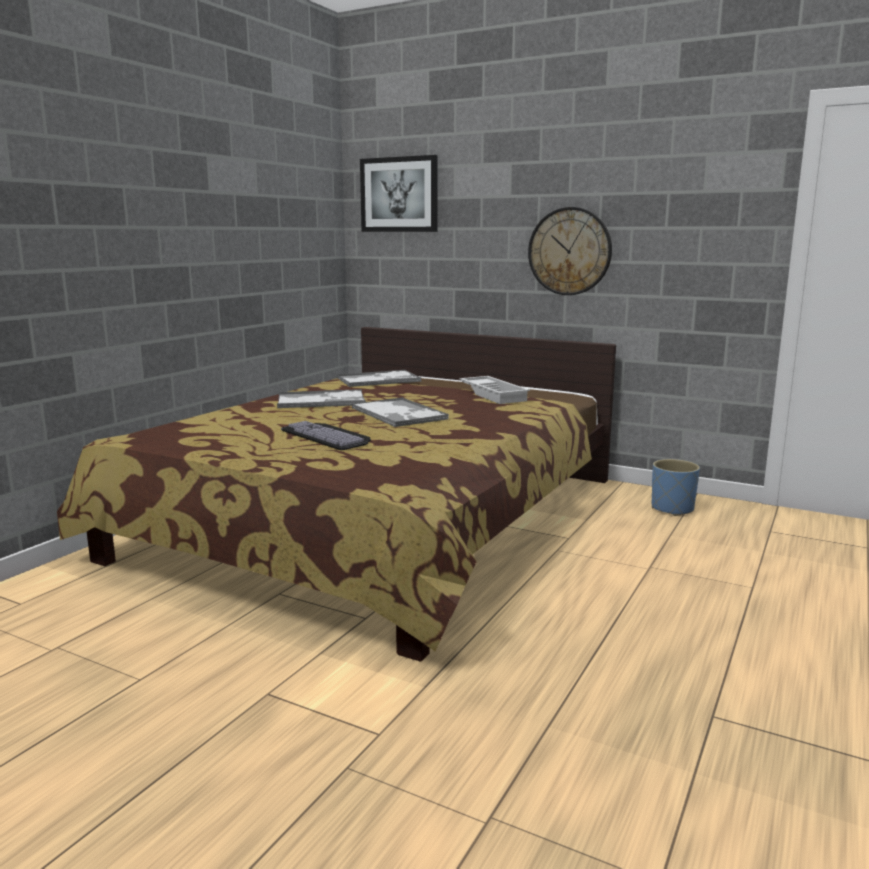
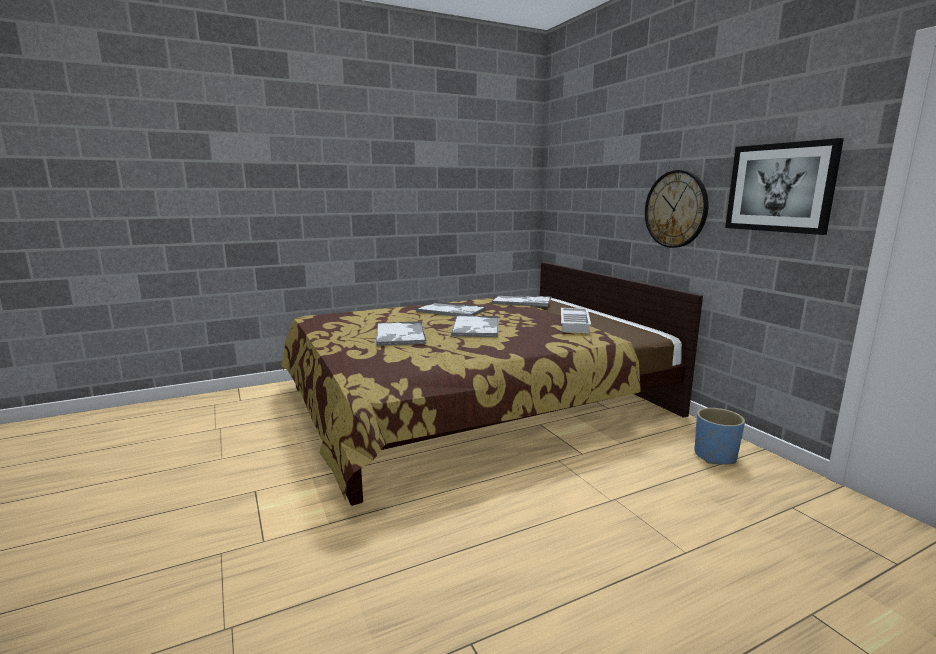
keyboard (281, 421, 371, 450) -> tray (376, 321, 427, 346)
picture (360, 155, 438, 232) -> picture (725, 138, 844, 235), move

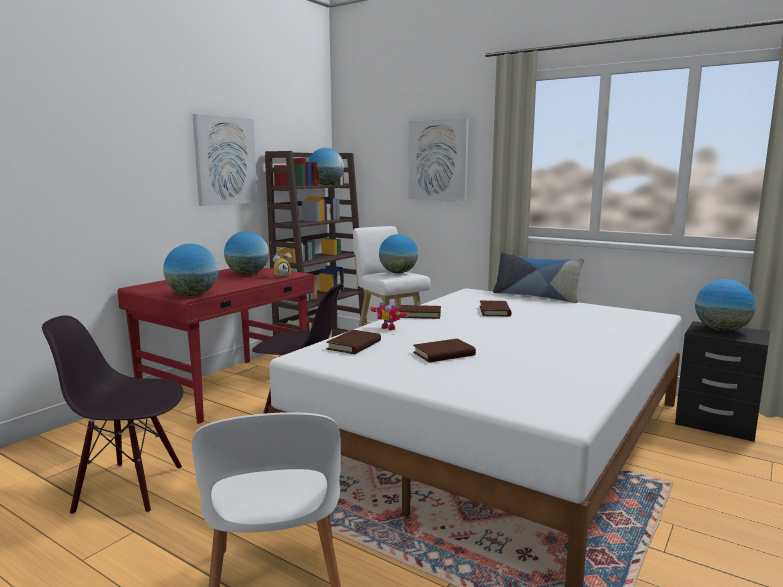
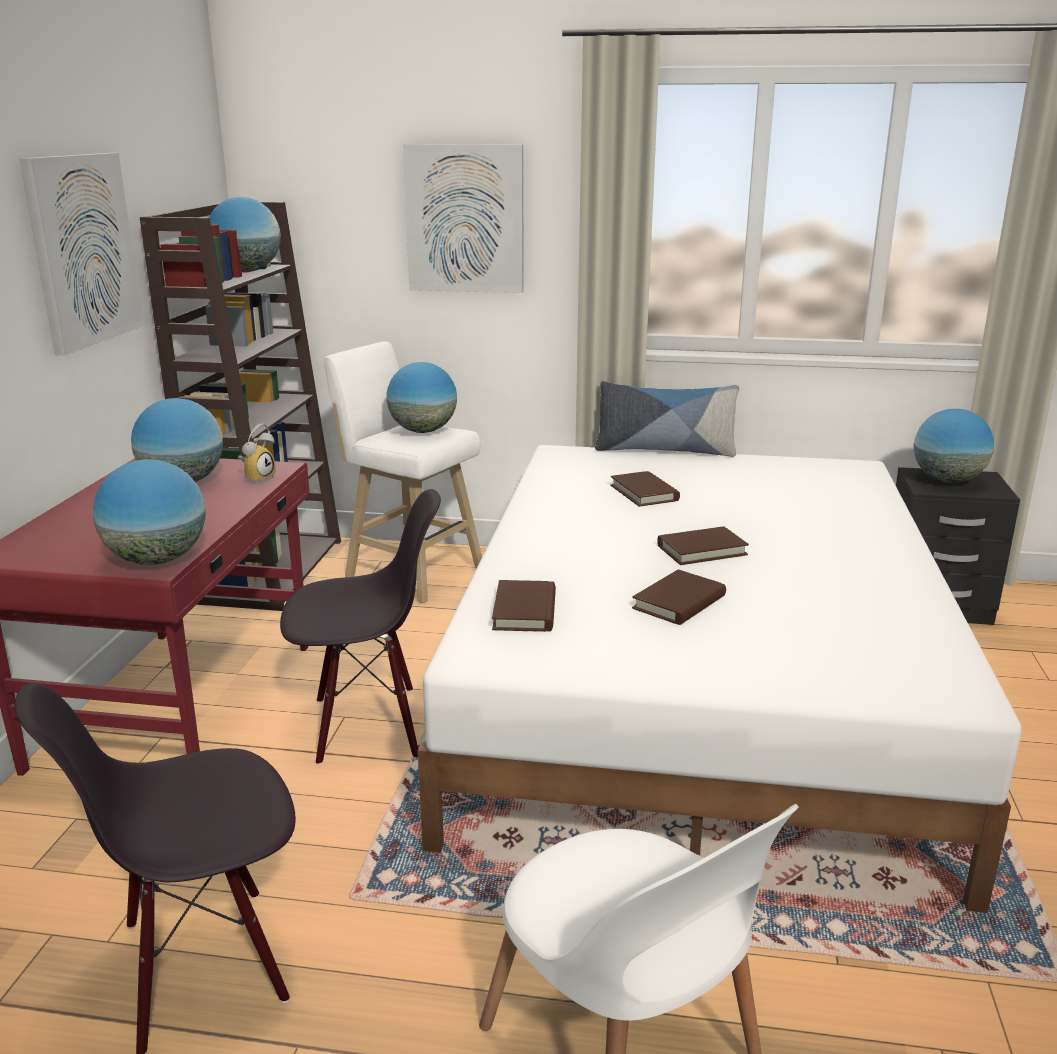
brown_book (400, 305, 441, 319) -> brown_book (657, 526, 749, 565), move
toy_robot (369, 301, 409, 330) -> none

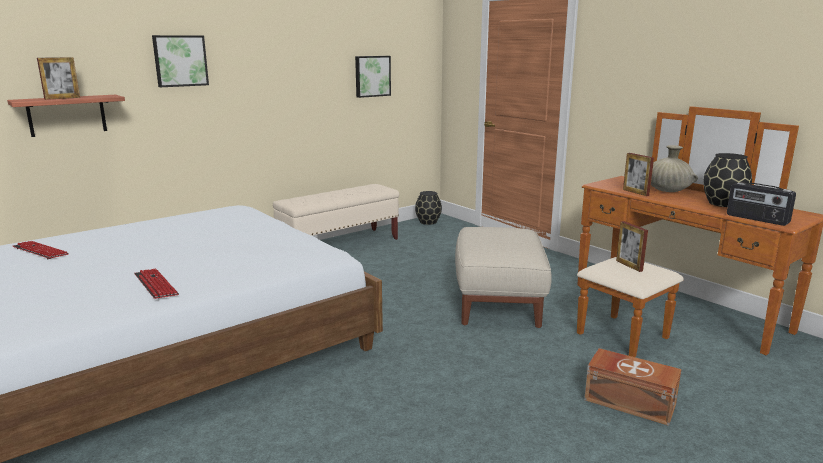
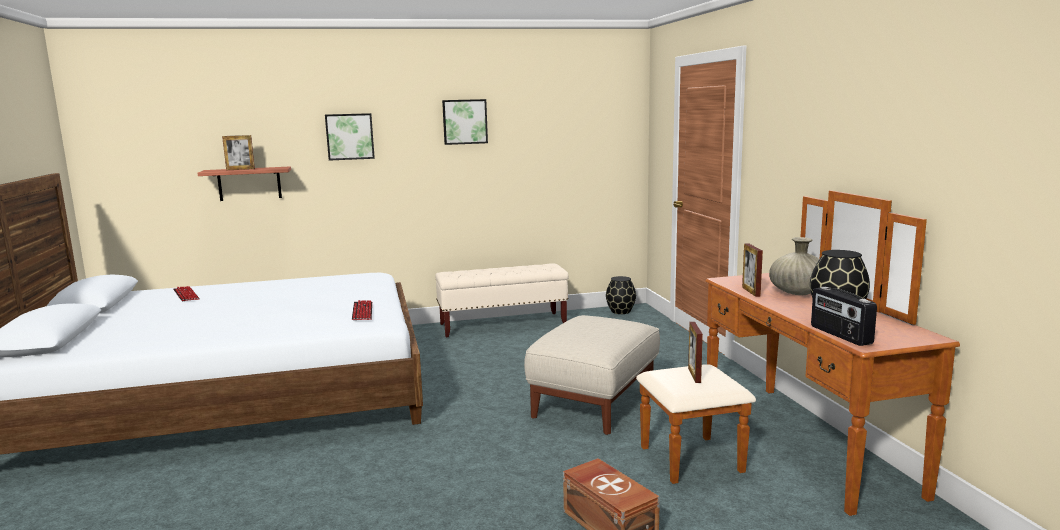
keyboard (134, 269, 179, 299) -> keyboard (352, 300, 372, 320), move
picture (355, 56, 391, 98) -> picture (442, 99, 488, 145), move

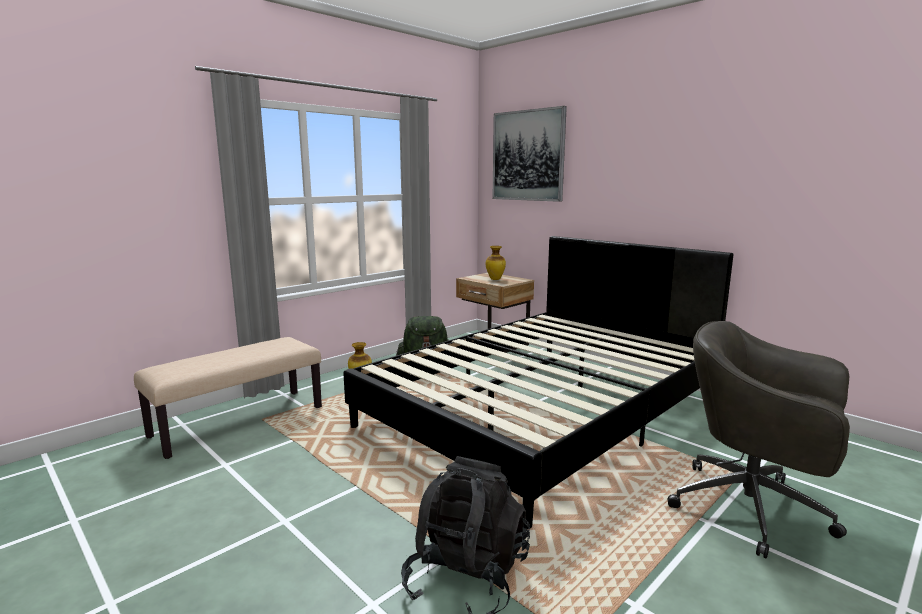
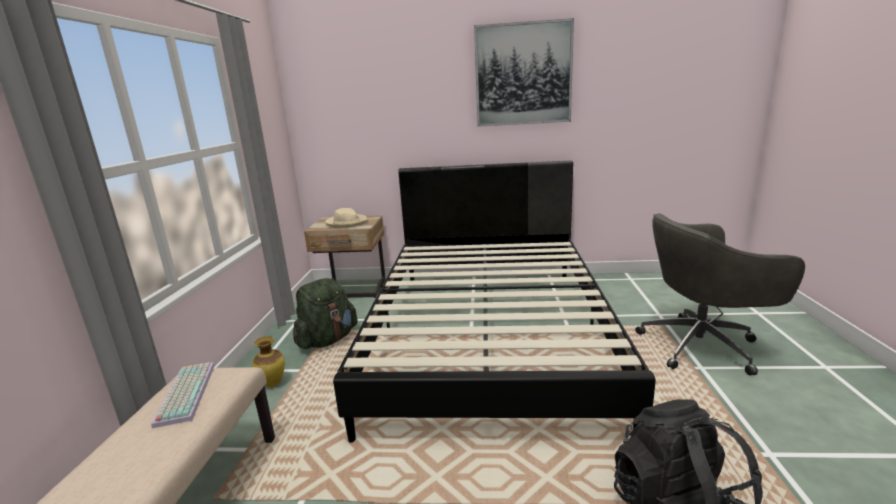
none -> keyboard (151, 362, 215, 428)
vase (486, 246, 506, 280) -> beige_hat (325, 208, 367, 228)
picture (492, 106, 567, 202) -> picture (474, 18, 574, 127), move

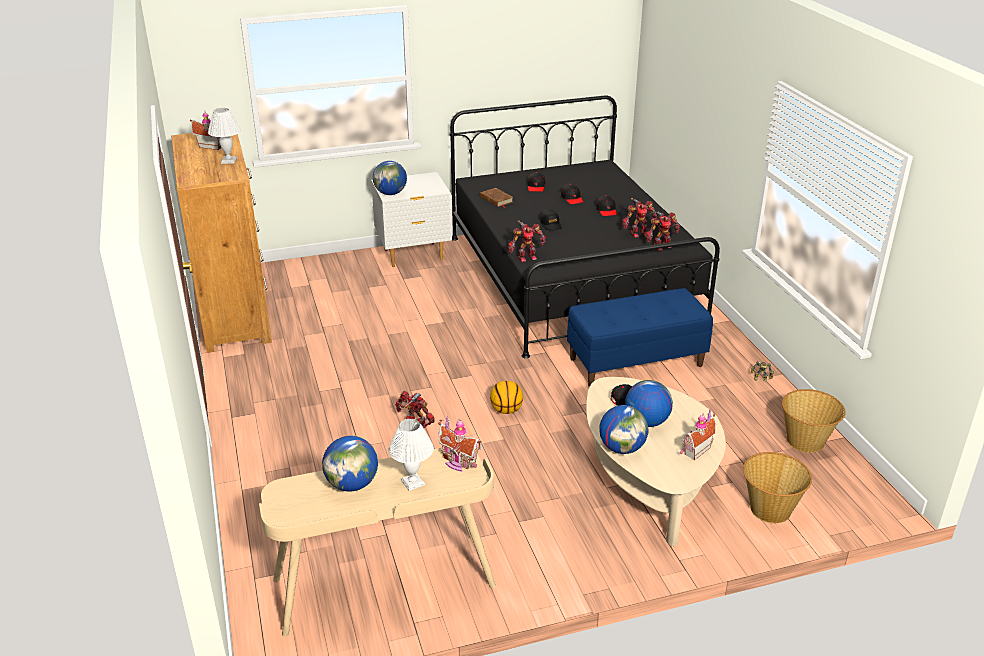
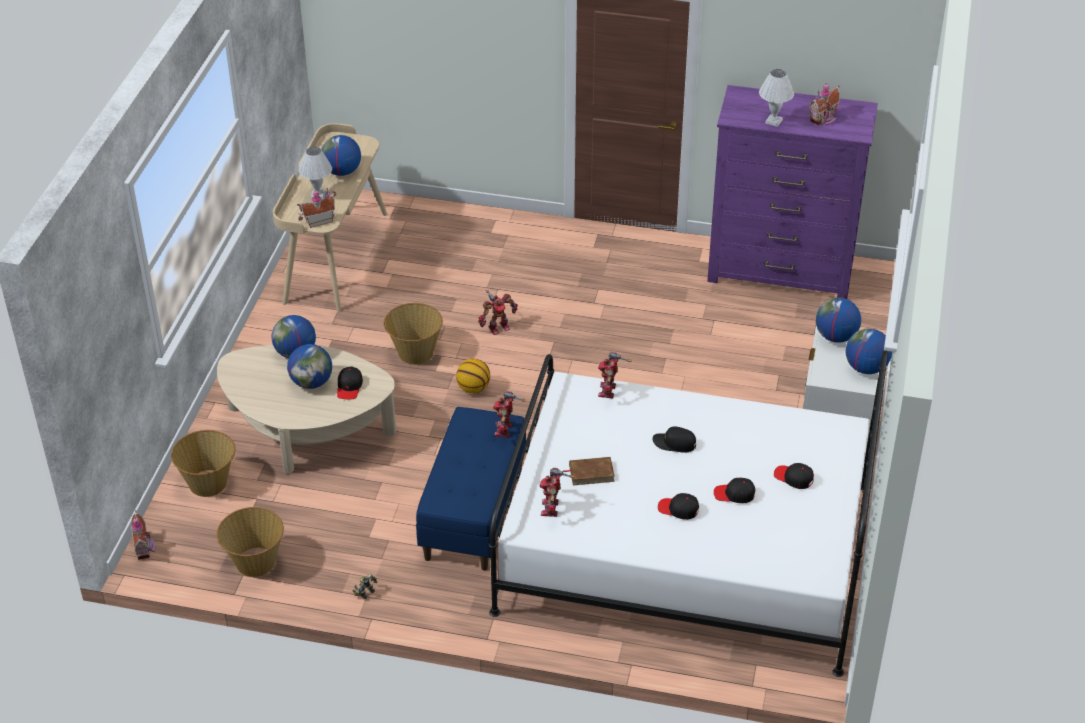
toy_house (680, 409, 716, 460) -> toy_house (131, 510, 155, 560), move
none -> basket (384, 303, 443, 365)
black_bed (450, 96, 720, 358) -> white_bed (489, 350, 888, 677)
toy_robot (622, 198, 657, 238) -> toy_robot (493, 392, 526, 438), move
brown_book (480, 188, 513, 208) -> brown_book (563, 457, 615, 485), move
brown_dresser (171, 133, 272, 353) -> purple_dresser (707, 85, 878, 299)
none -> globe (846, 328, 892, 374)

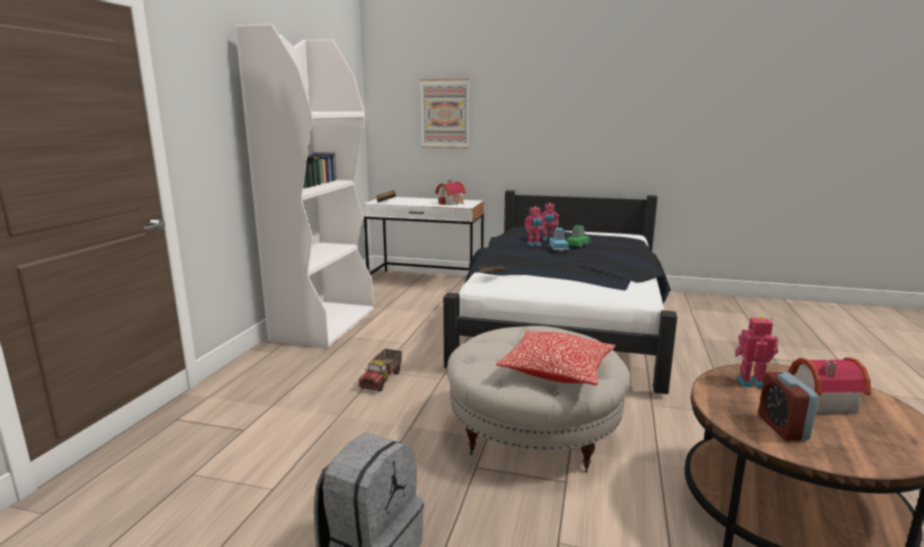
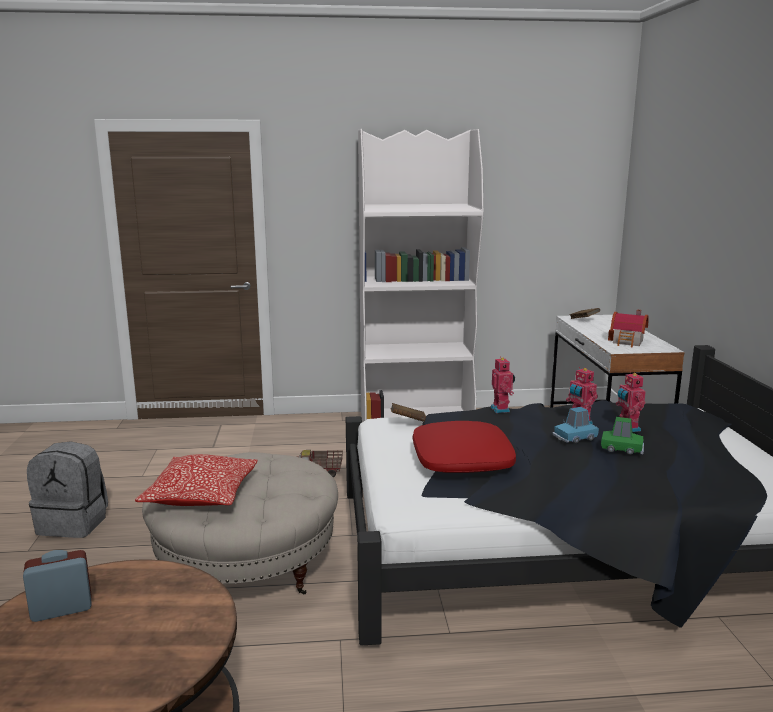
none -> red_pillow (413, 421, 516, 473)
toy_robot (735, 317, 778, 388) -> toy_robot (490, 357, 515, 413), move
picture (420, 79, 469, 148) -> none
toy_house (788, 358, 871, 414) -> none

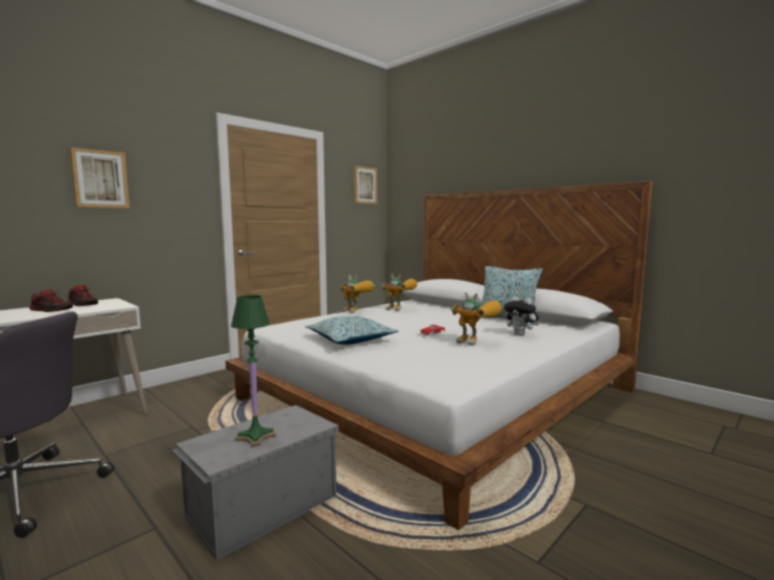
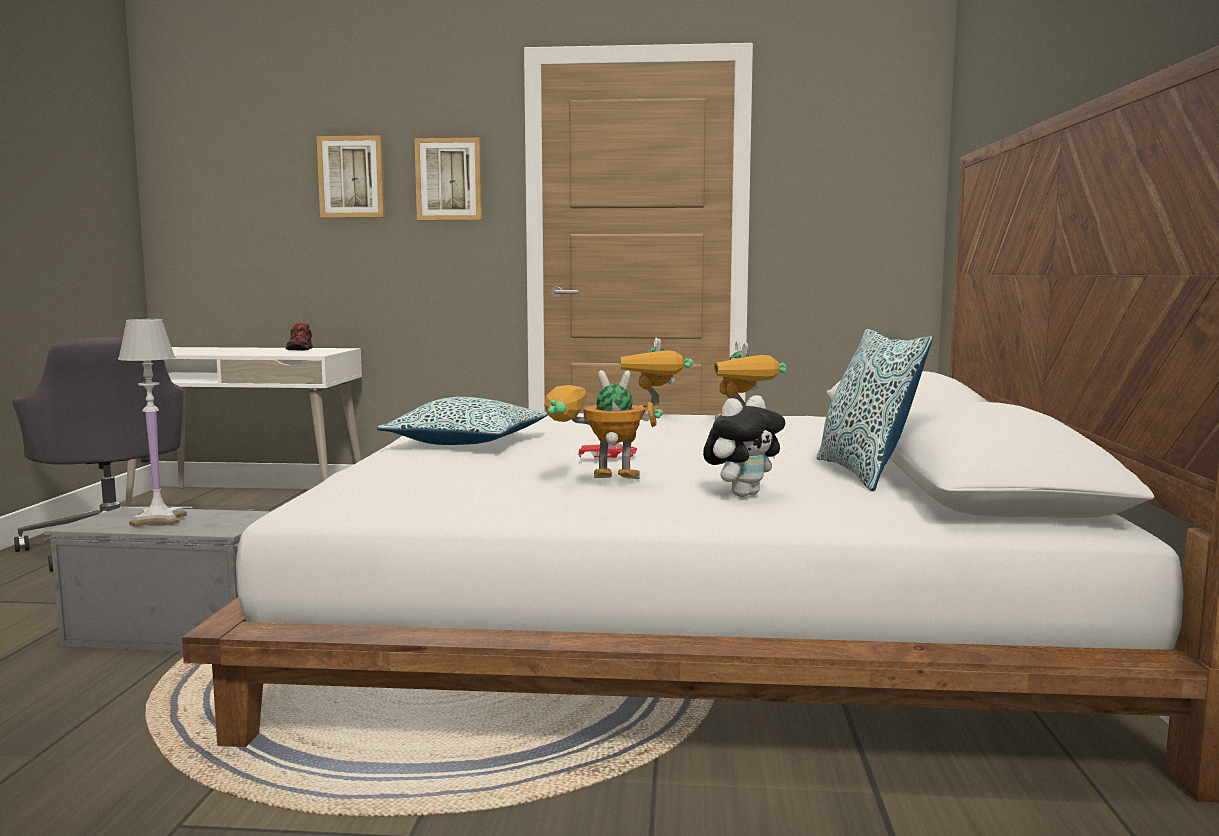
green_table_lamp (231, 295, 276, 447) -> white_table_lamp (118, 319, 187, 527)
picture (354, 166, 377, 204) -> picture (414, 138, 482, 220), move
toy_robot (450, 292, 502, 346) -> toy_robot (544, 370, 663, 479), 105 degrees clockwise
plush_toy (504, 296, 539, 336) -> plush_toy (703, 395, 785, 497), 135 degrees counterclockwise
shoe (29, 289, 73, 312) -> none

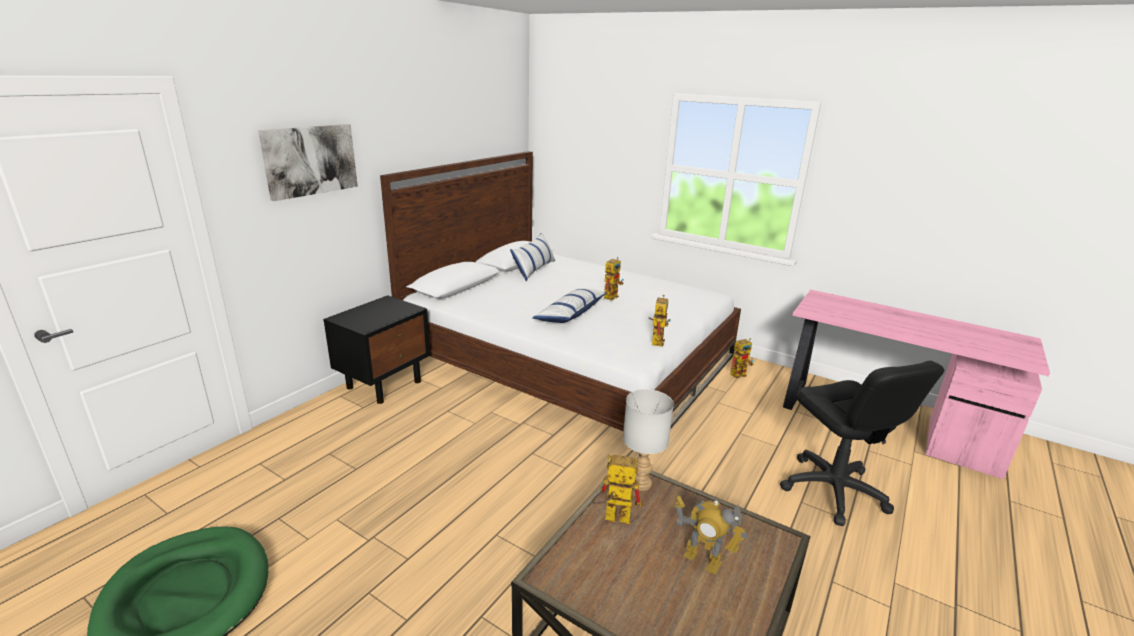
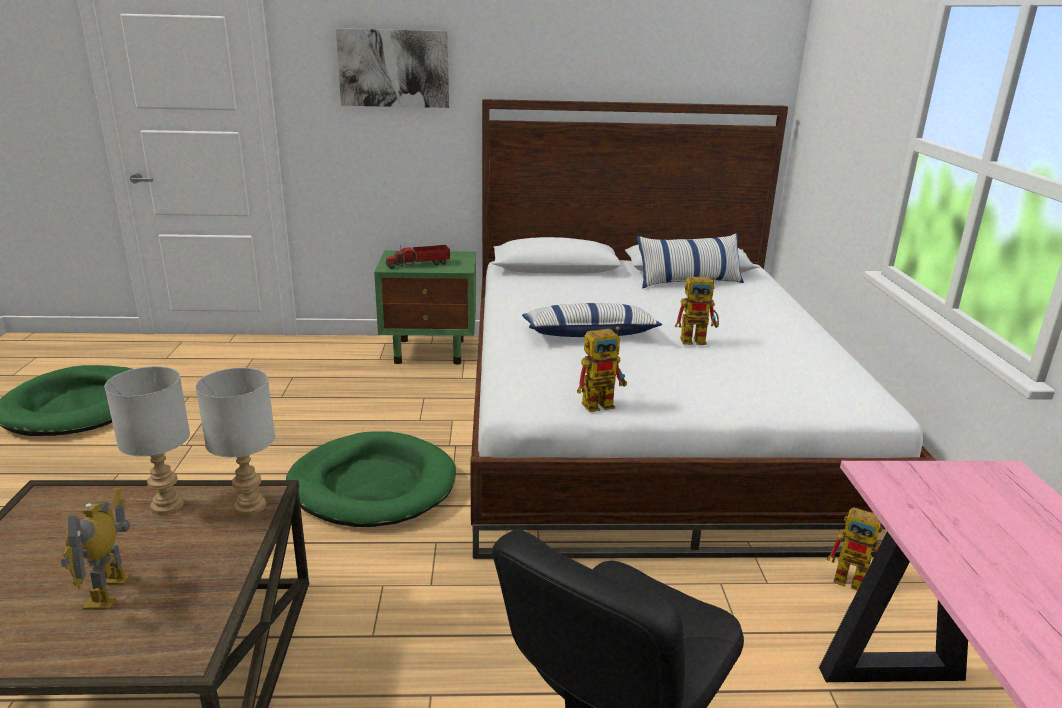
toy_robot (592, 454, 642, 524) -> grey_table_lamp (105, 366, 190, 515)
none -> green_dog_bed (286, 431, 456, 527)
black_nightstand (323, 295, 430, 404) -> green_nightstand (374, 251, 476, 364)
none -> toy_truck (386, 245, 450, 269)

